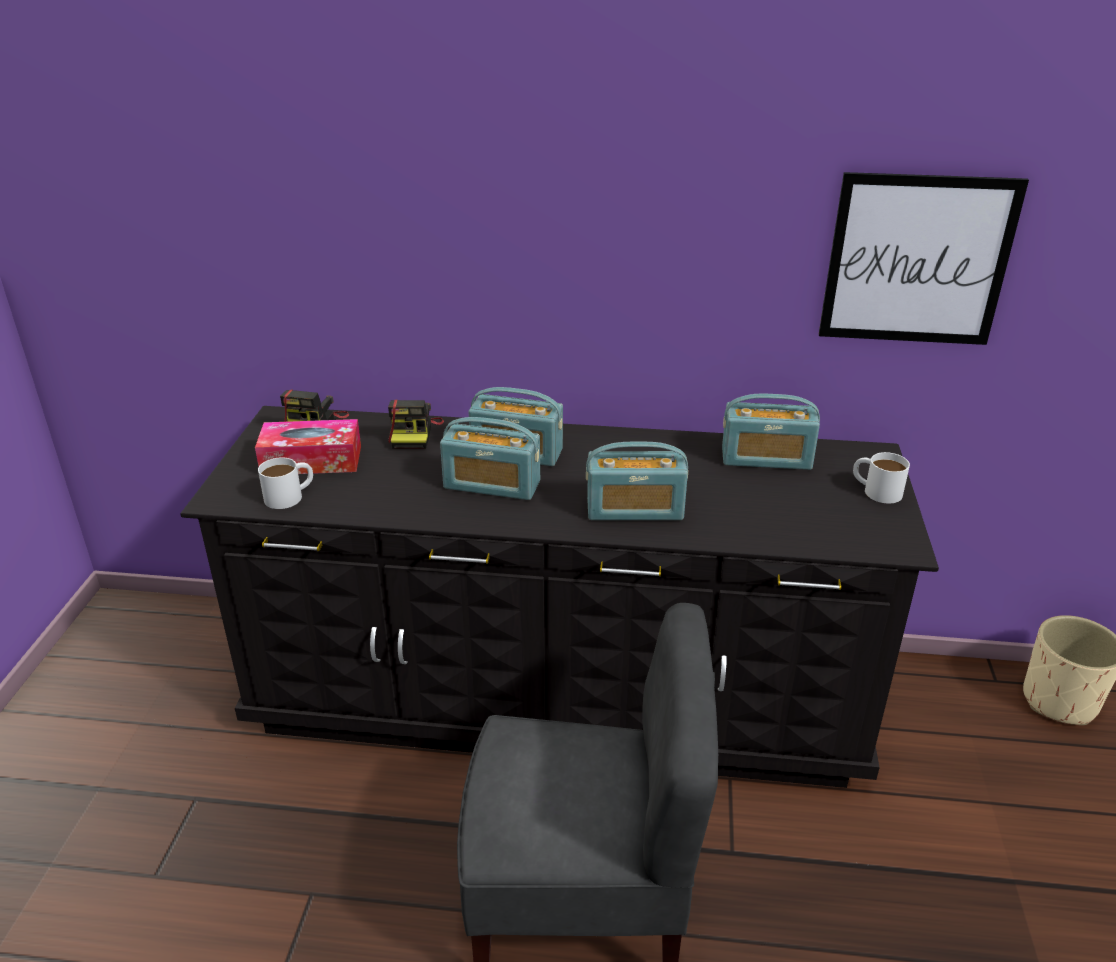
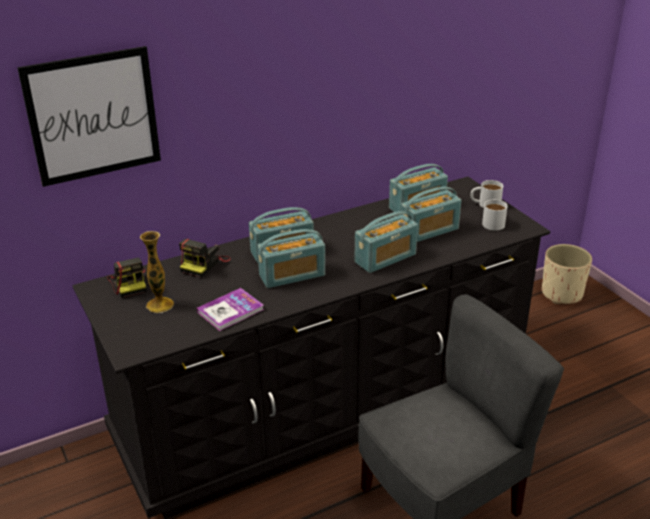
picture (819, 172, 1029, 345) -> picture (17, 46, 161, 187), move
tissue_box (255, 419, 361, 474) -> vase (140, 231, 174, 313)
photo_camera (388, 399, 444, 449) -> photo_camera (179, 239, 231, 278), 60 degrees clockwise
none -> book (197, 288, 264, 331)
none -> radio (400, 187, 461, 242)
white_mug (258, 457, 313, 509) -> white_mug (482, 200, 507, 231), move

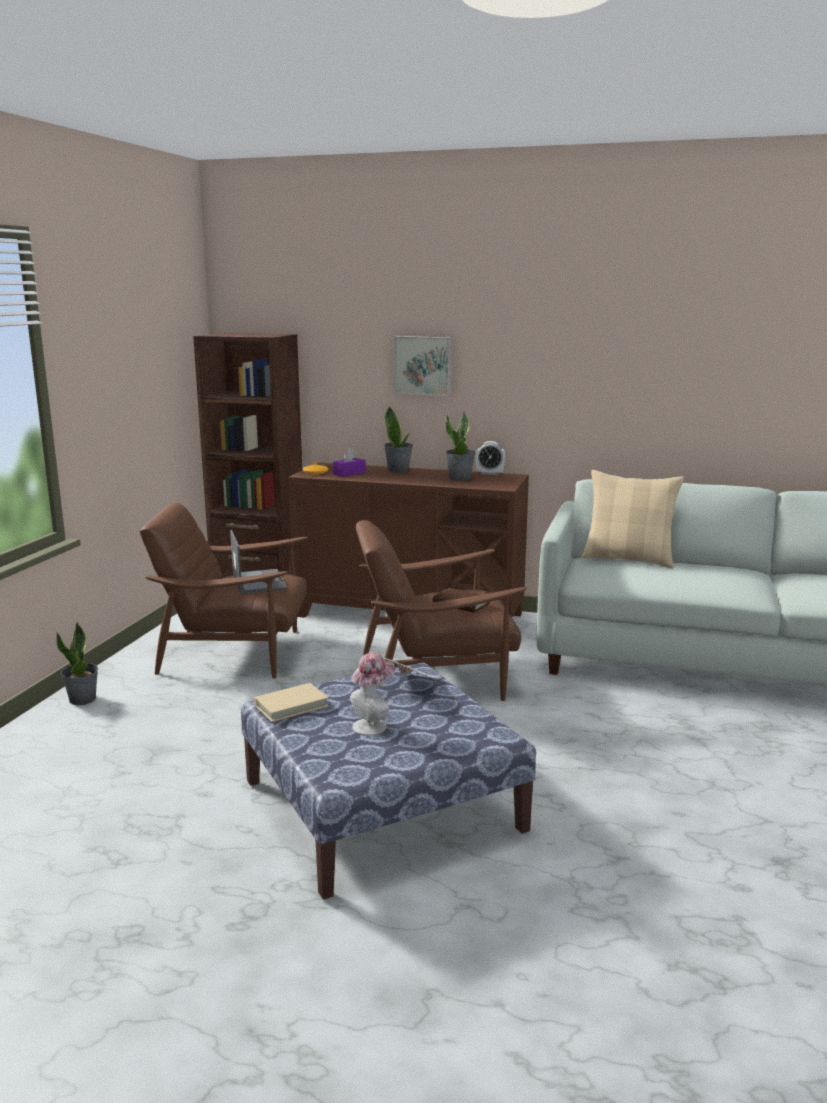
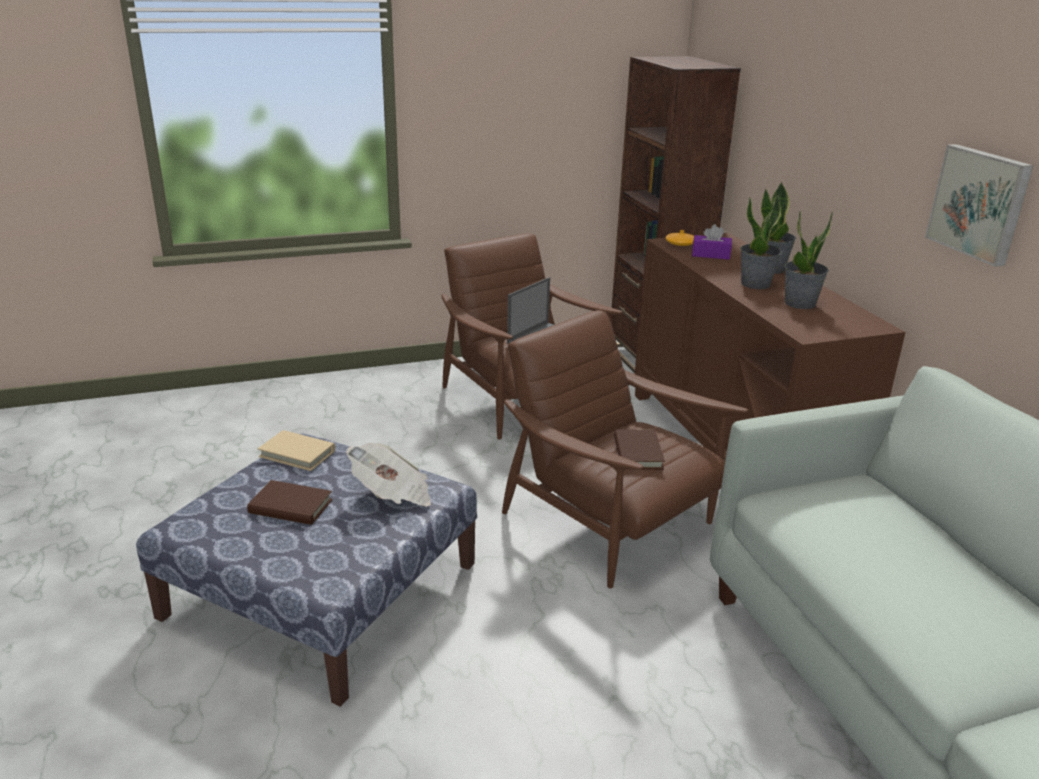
hat (350, 652, 395, 736) -> brown_book (247, 480, 333, 525)
potted_plant (56, 622, 98, 705) -> potted_plant (740, 194, 782, 289), move
picture (394, 336, 451, 396) -> picture (925, 144, 1034, 267), move
alarm_clock (476, 441, 505, 475) -> none
beige_pillow (581, 470, 684, 568) -> none

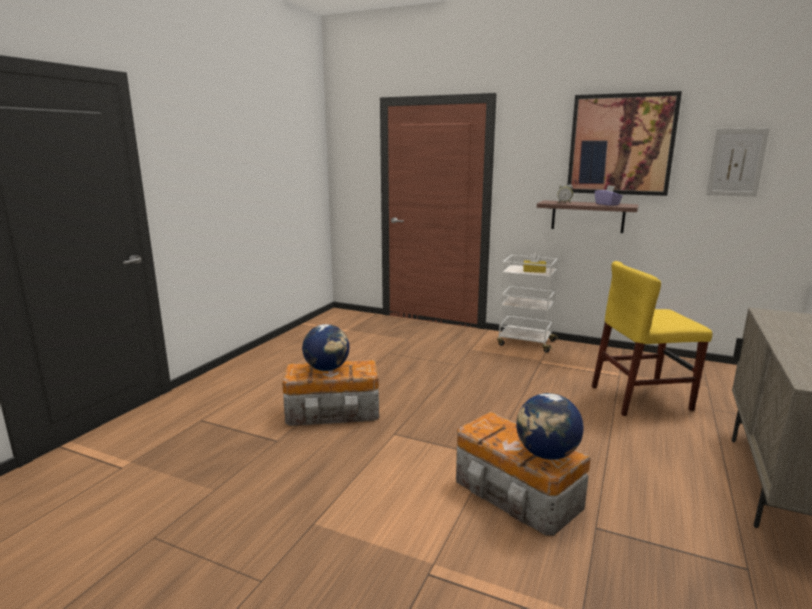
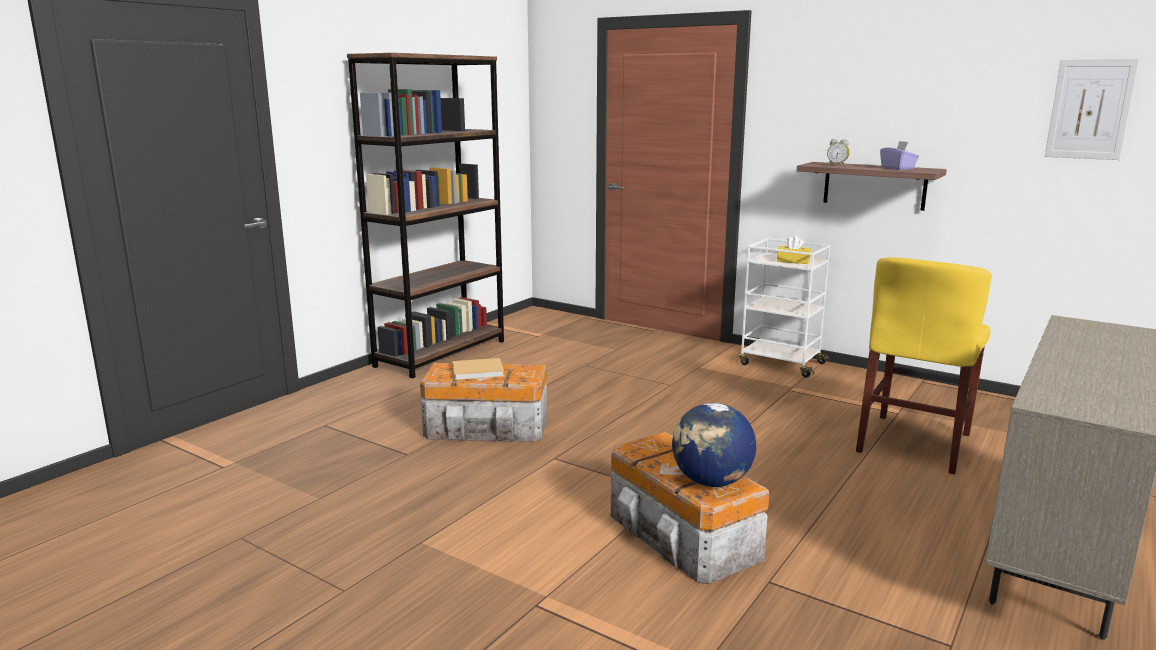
none -> brown_bookcase (347, 53, 504, 378)
globe (302, 324, 349, 371) -> beige_book (453, 358, 504, 380)
yellow_chair (592, 261, 712, 416) -> yellow_chair (856, 257, 992, 475), 60 degrees counterclockwise
picture (567, 91, 682, 196) -> none

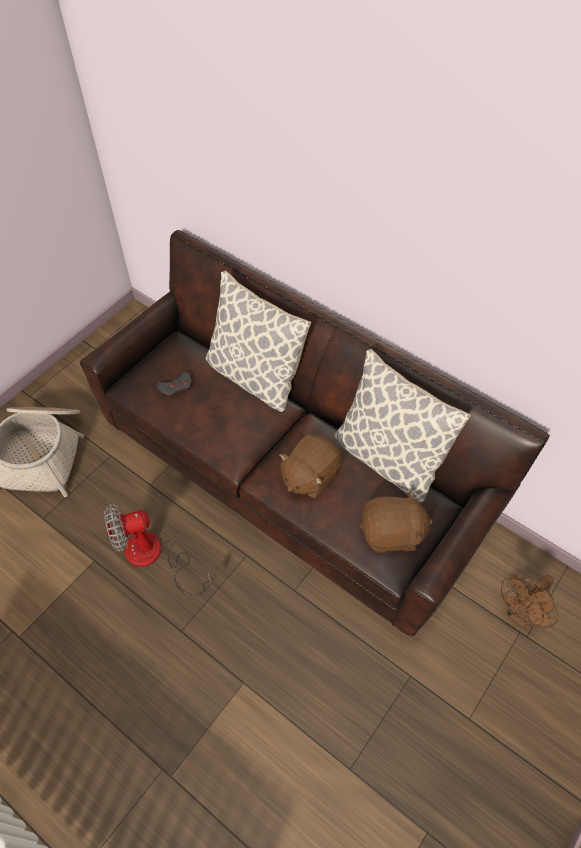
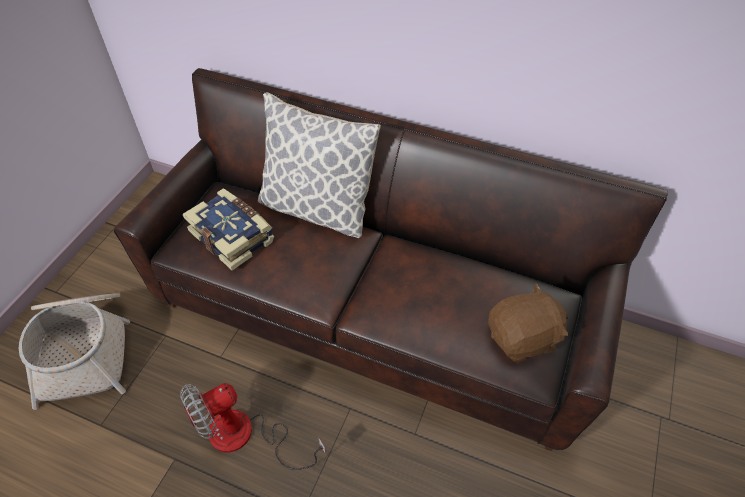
grey_game_controller (156, 371, 192, 398) -> book (183, 188, 274, 271)
brown_plush_toy (279, 434, 343, 499) -> none
pillow (334, 349, 471, 502) -> none
brown_fan (501, 575, 559, 628) -> none

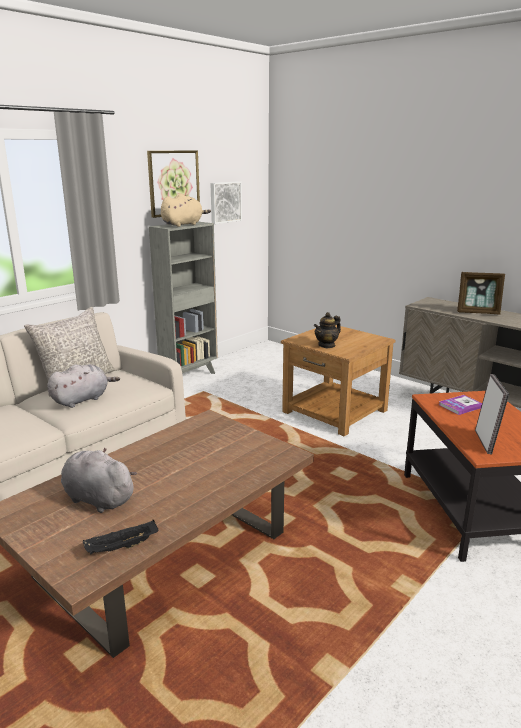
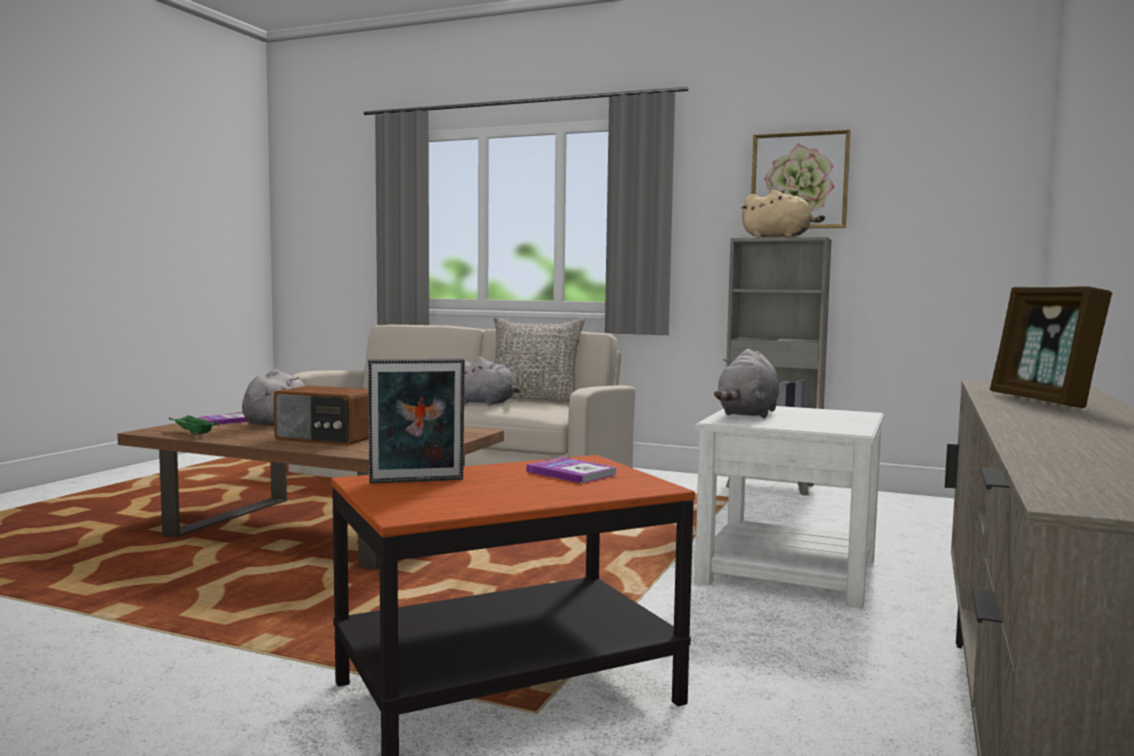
black_tray (83, 520, 158, 554) -> green_tray (169, 415, 218, 435)
none -> book (198, 413, 248, 425)
none -> radio (274, 386, 369, 446)
brown_side_table (281, 325, 396, 436) -> white_side_table (695, 406, 884, 609)
teapot (314, 312, 341, 348) -> grey_plush_toy (714, 349, 779, 418)
picture (210, 181, 242, 224) -> none

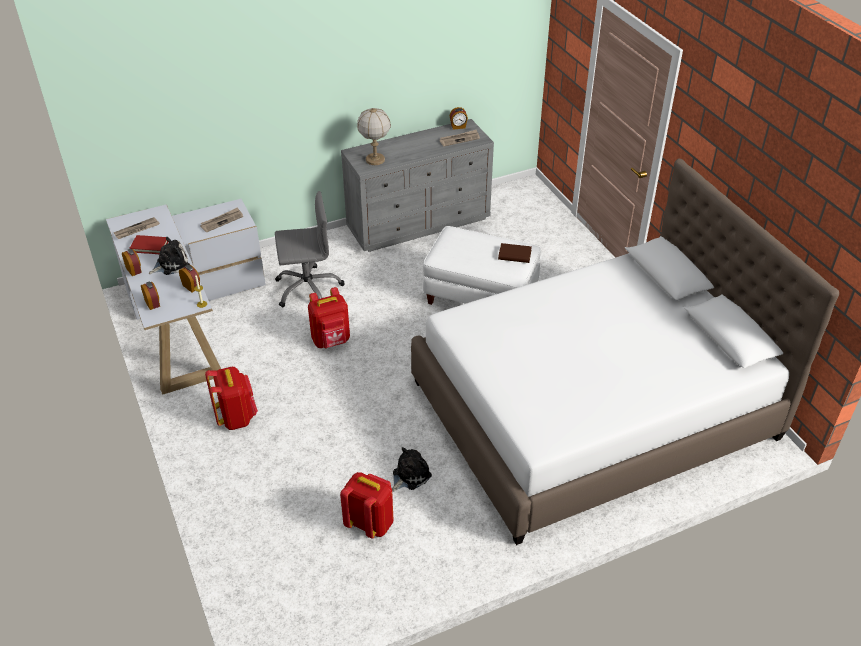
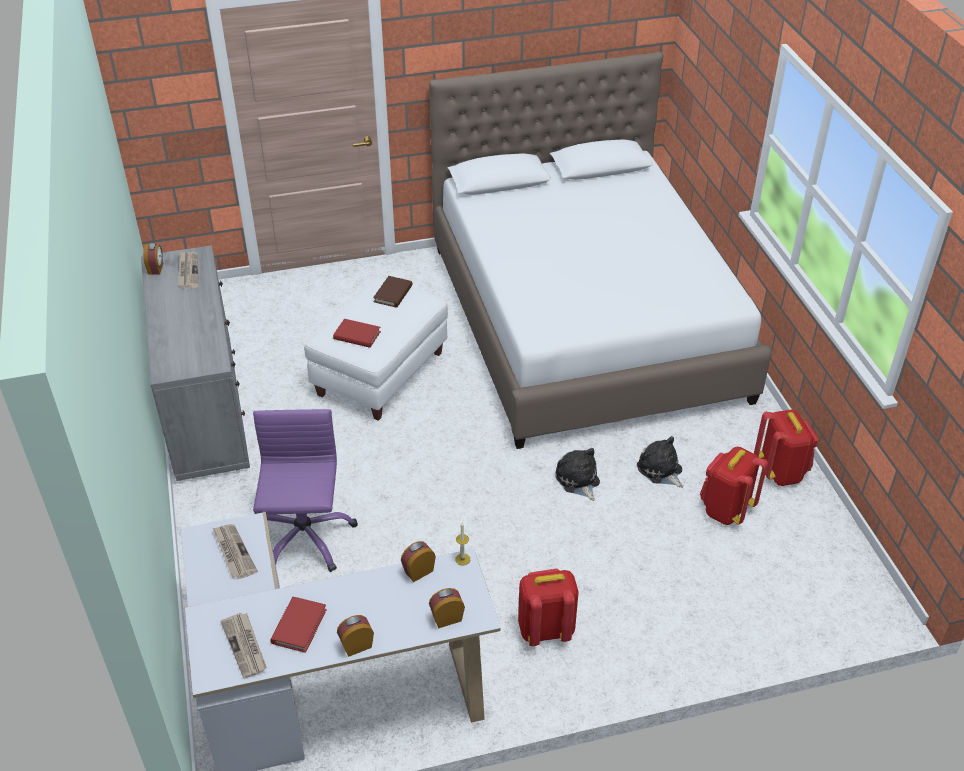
grey_office_chair (275, 191, 345, 308) -> purple_office_chair (253, 409, 358, 572)
none -> red_book (333, 319, 381, 348)
plush_toy (149, 237, 190, 275) -> plush_toy (555, 448, 600, 501), move
red_backpack (308, 287, 350, 348) -> red_backpack (754, 410, 818, 486), move
table_lamp (357, 108, 391, 165) -> none

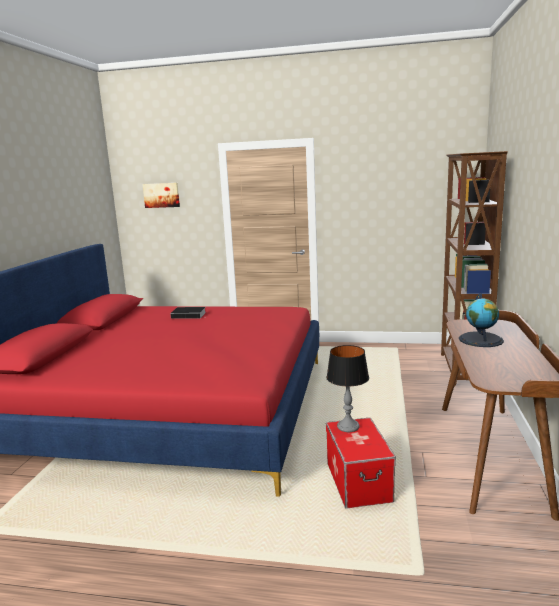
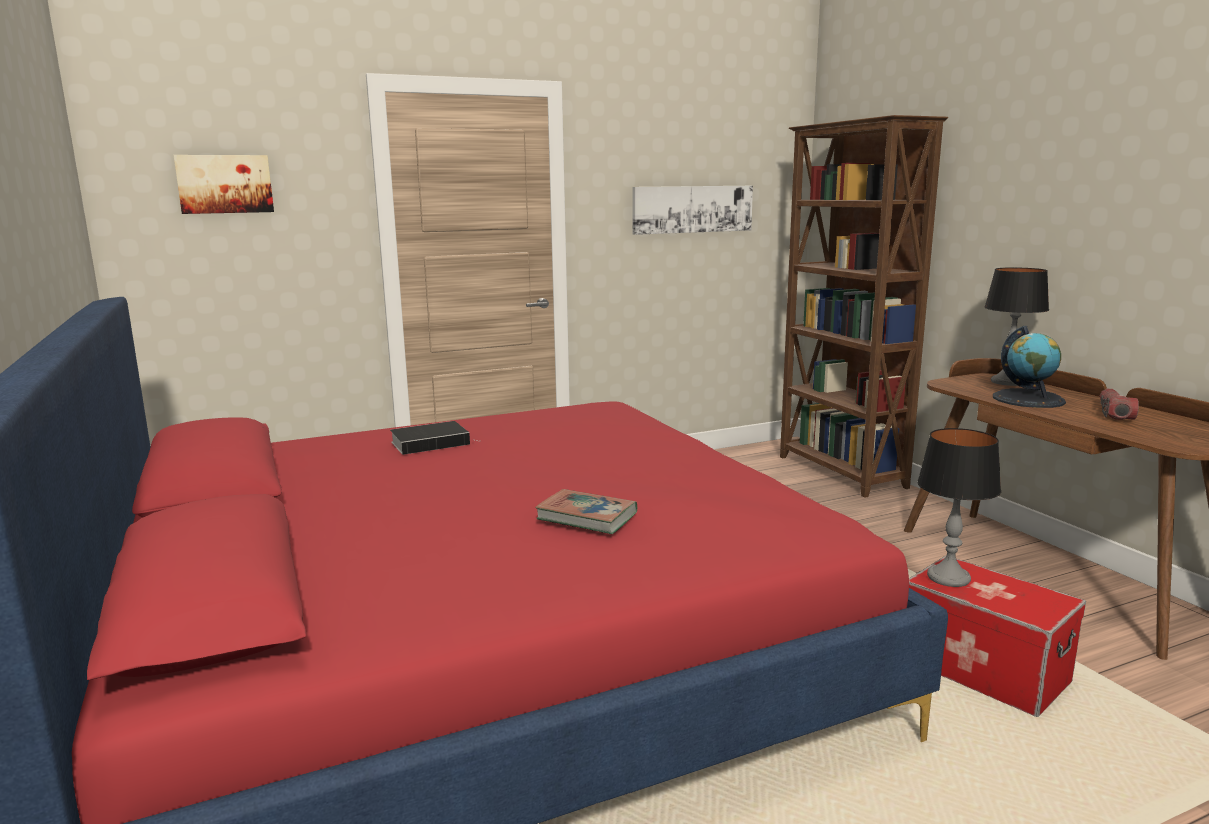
none -> book (535, 489, 637, 534)
none -> picture (632, 186, 753, 235)
none -> table_lamp (984, 267, 1049, 386)
none -> flashlight (1100, 388, 1139, 420)

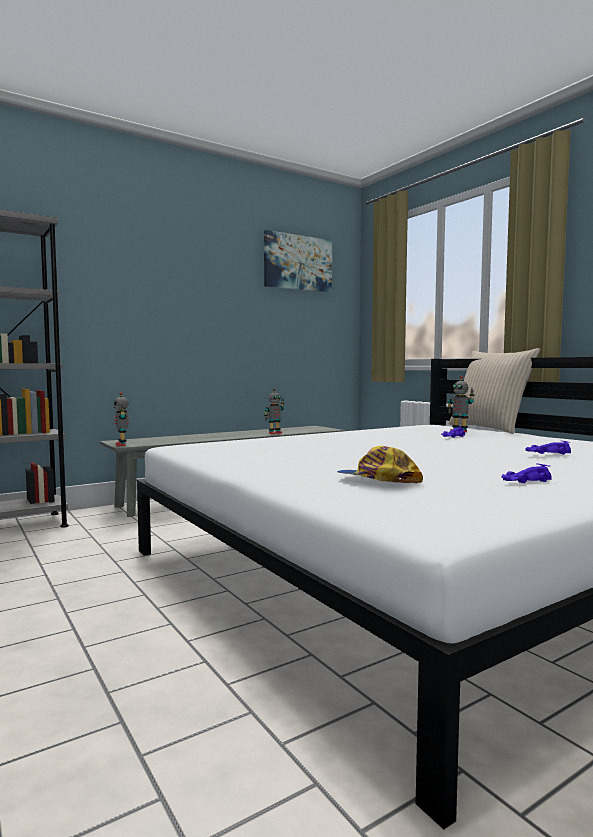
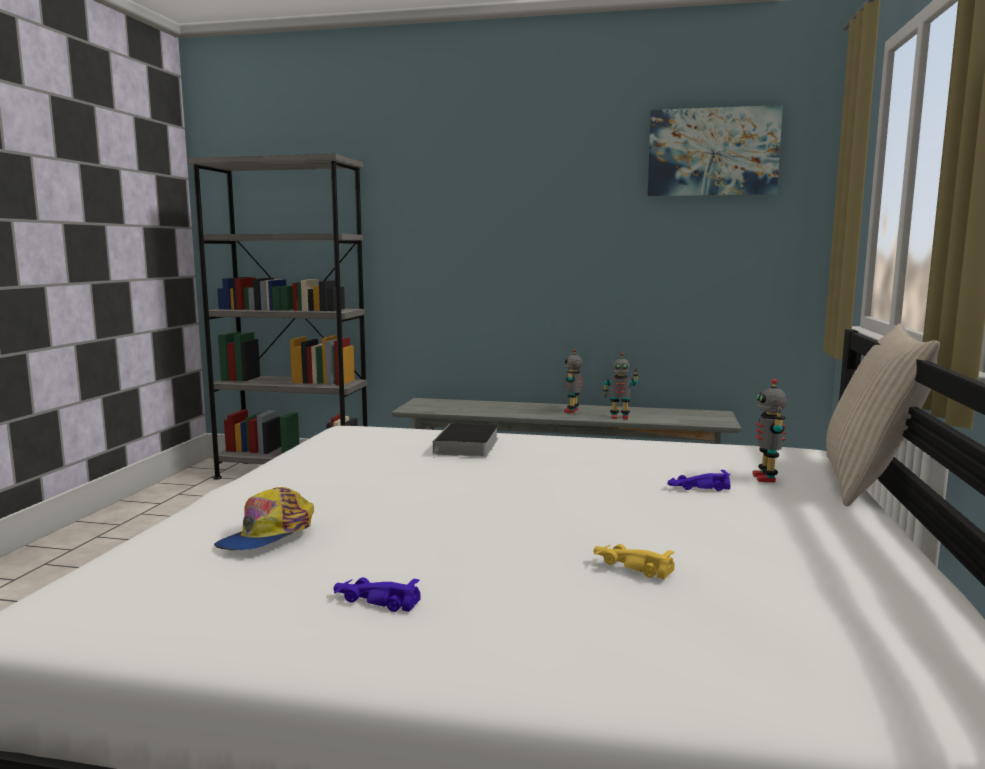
cap (337, 446, 423, 483) -> cap (214, 487, 314, 550), 150 degrees counterclockwise
none -> book (433, 423, 498, 458)
toy_robot (113, 392, 129, 446) -> toy_robot (564, 349, 583, 413), move
purple_toy_car (525, 441, 571, 454) -> yellow_toy_car (594, 544, 674, 579)

